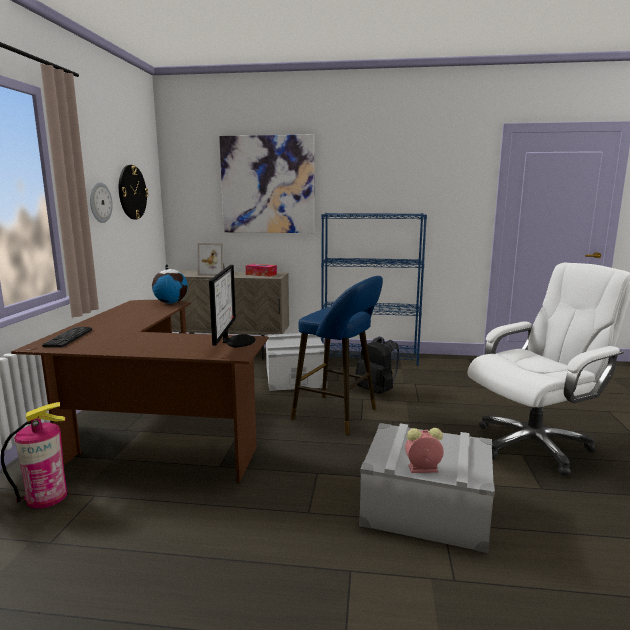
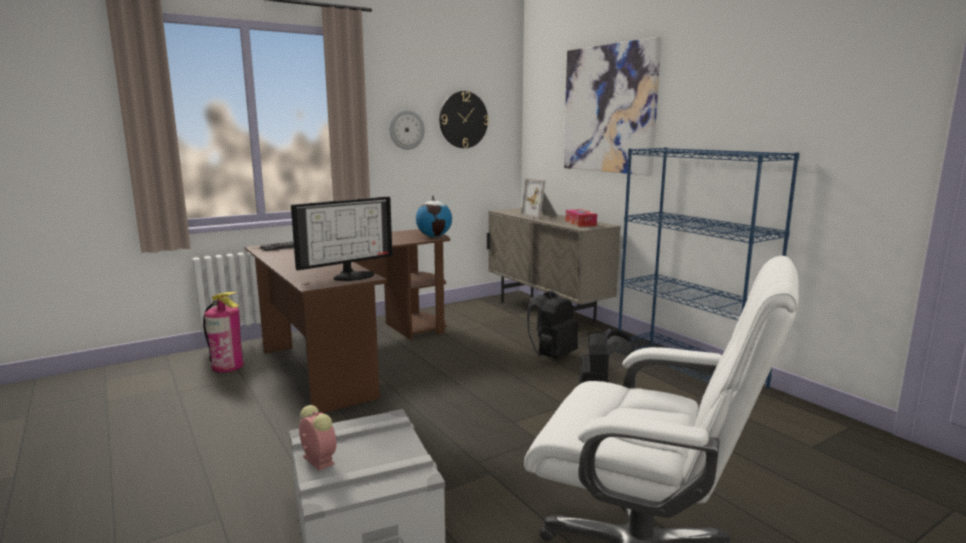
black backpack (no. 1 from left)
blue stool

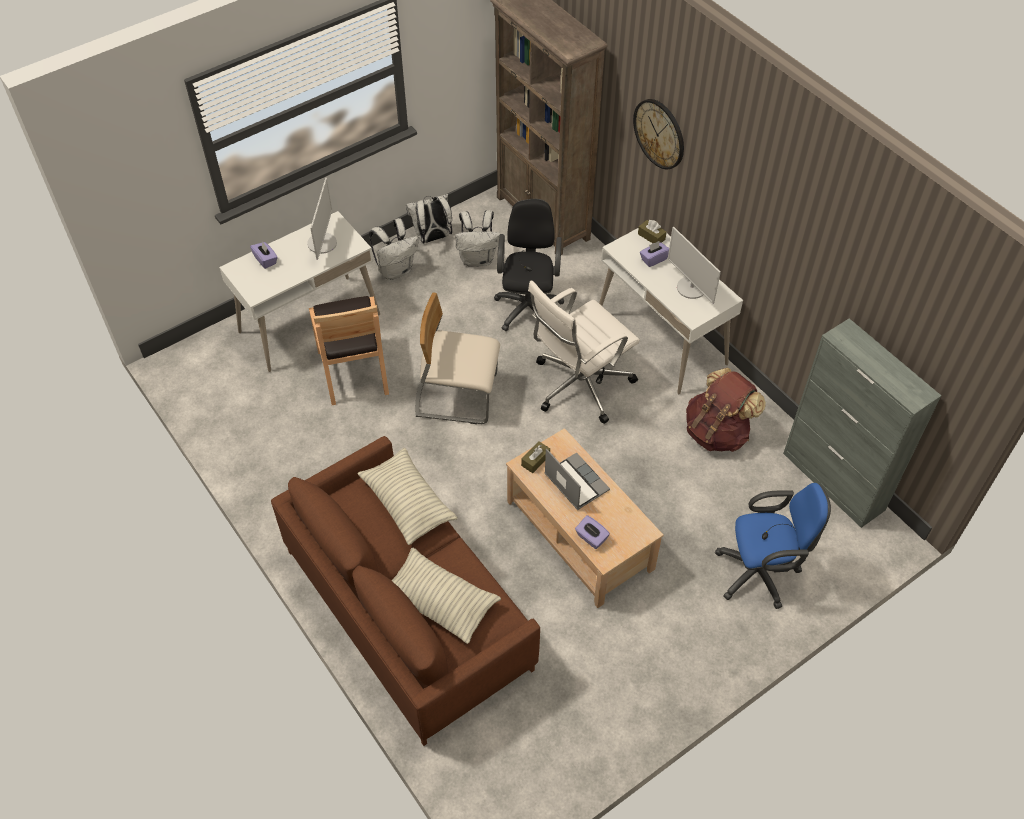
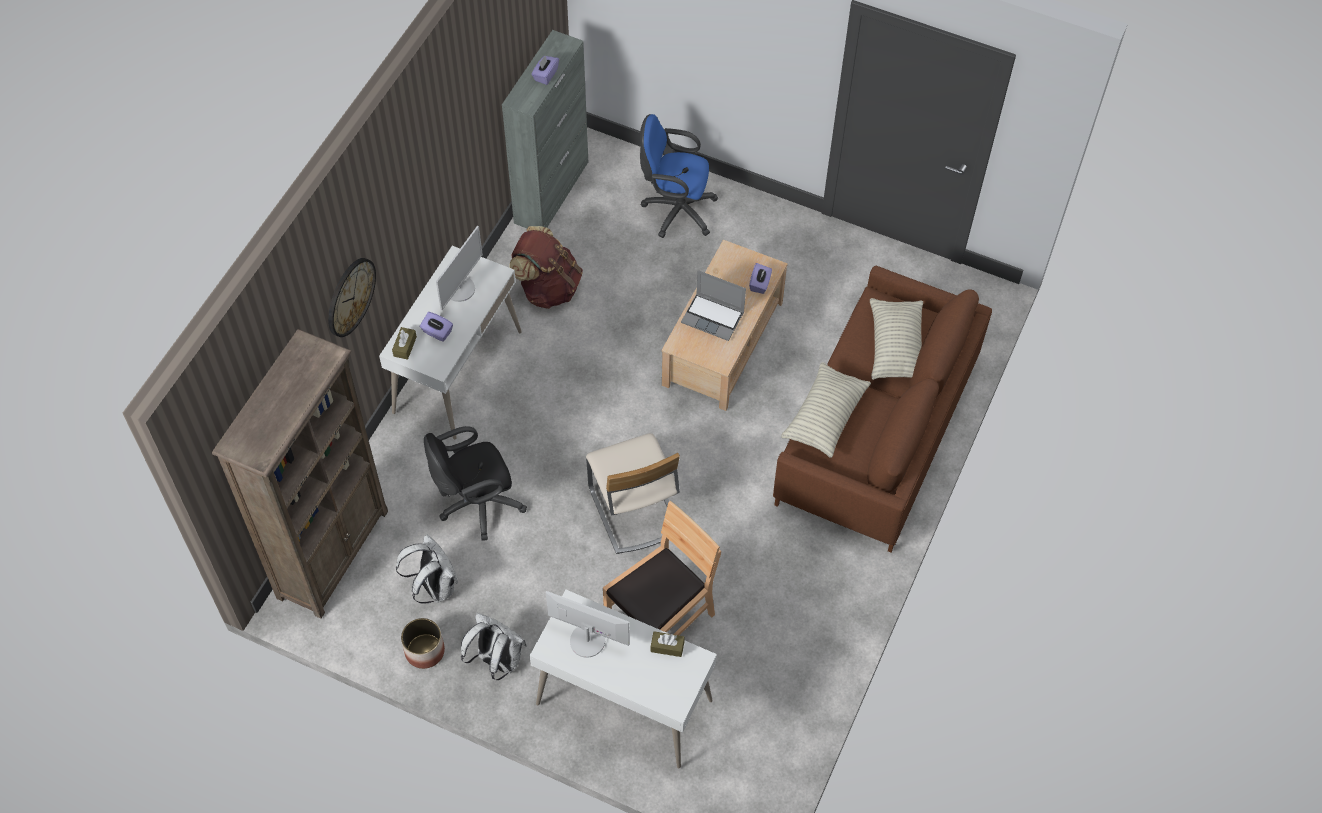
purple tissue box (no. 2 from left)
monitor (no. 2 from left)
planter
brown tissue box (no. 2 from left)
white office chair
laptop
blue office chair

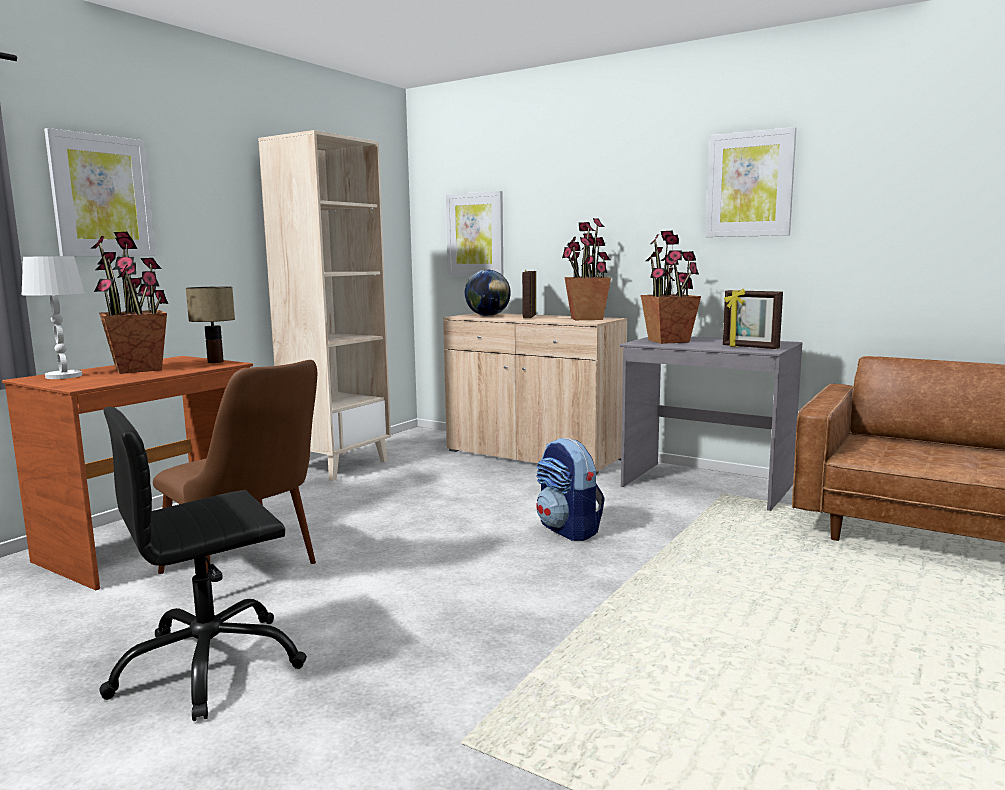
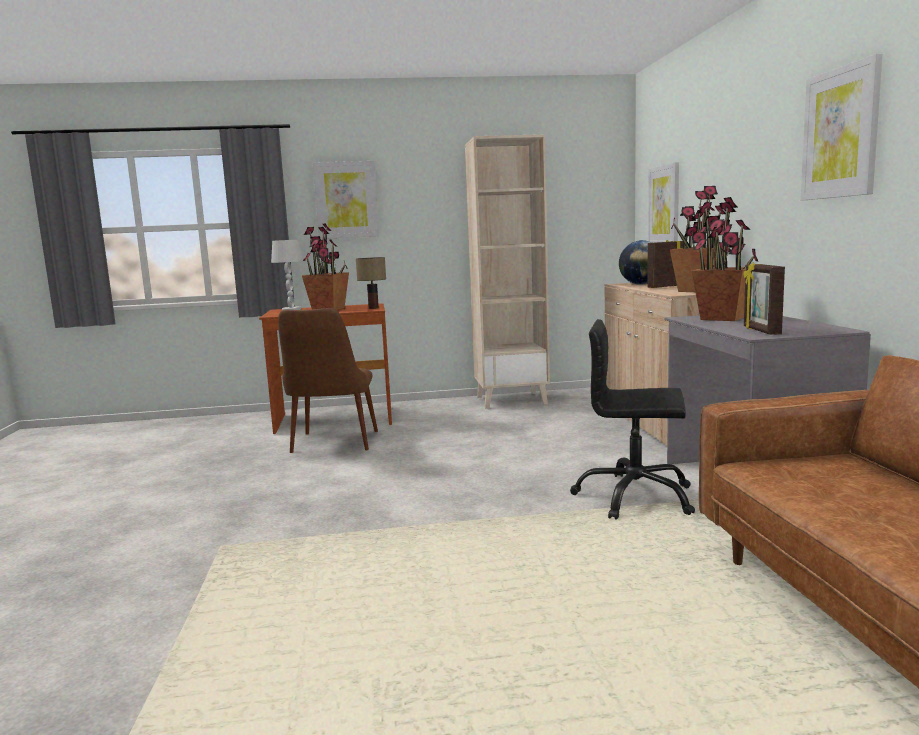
black office chair
backpack

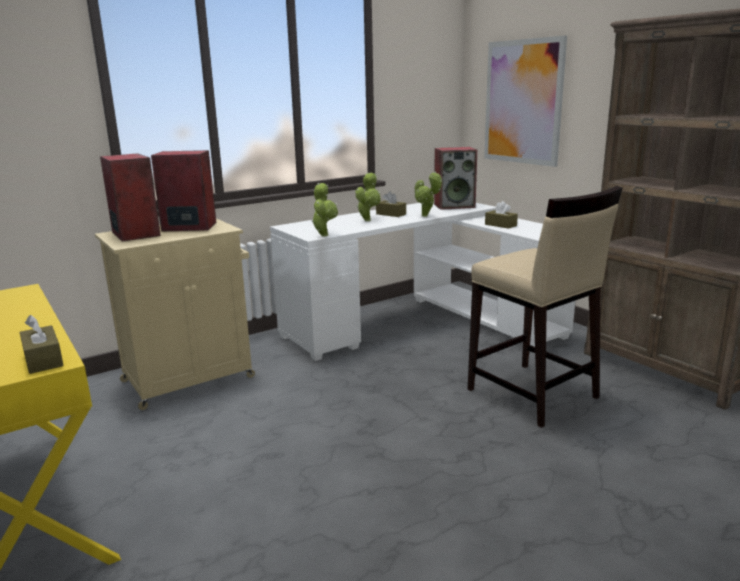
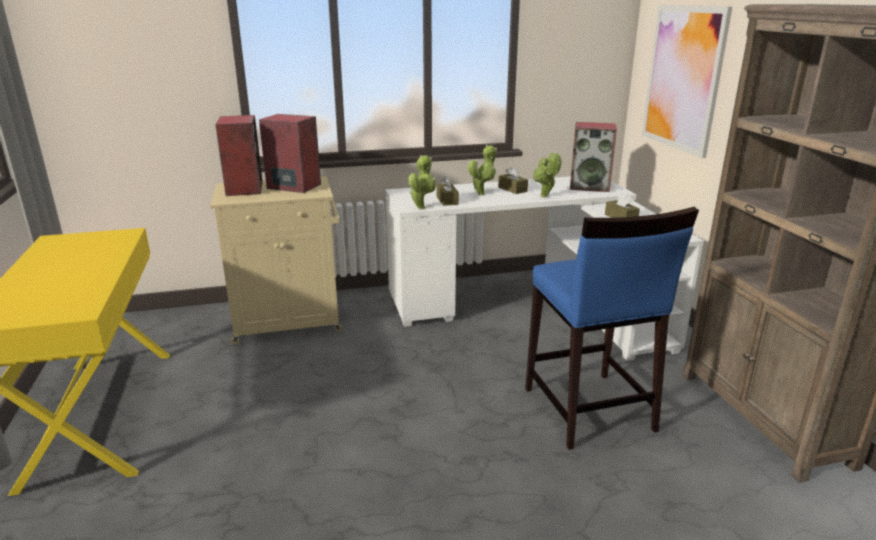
brown tissue box (no. 1 from left)
blue stool

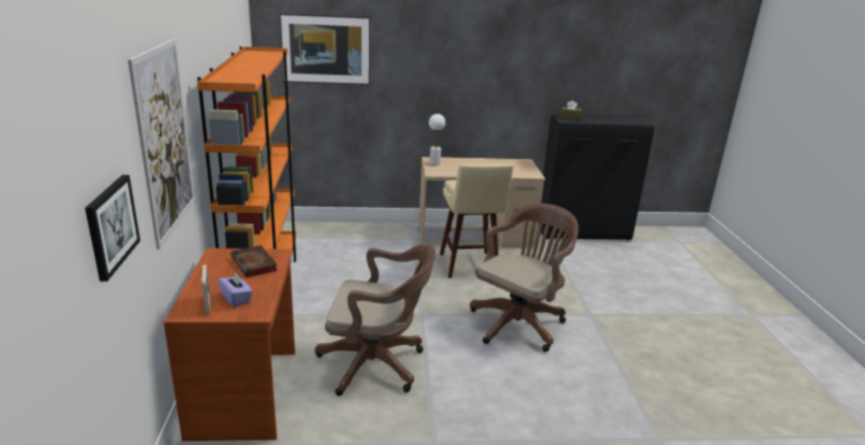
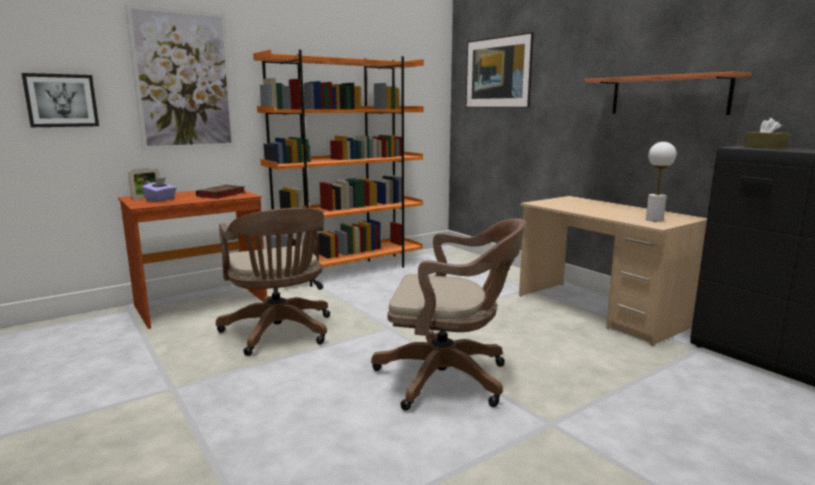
white table lamp
beige stool
shelf

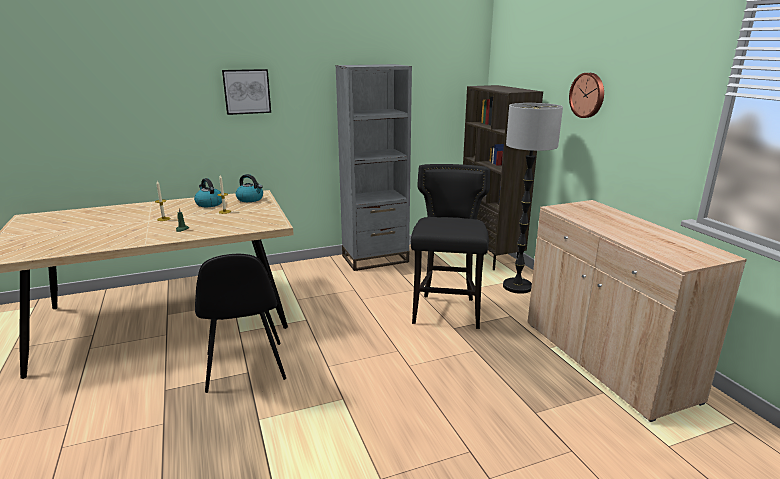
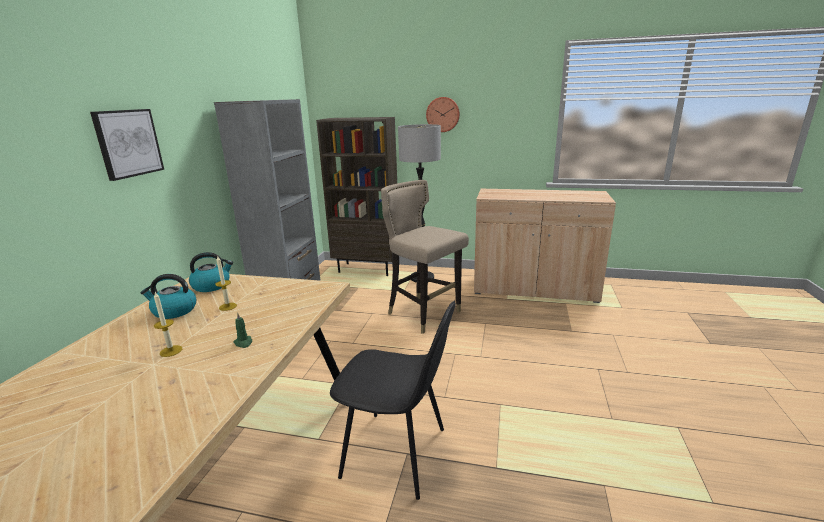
beige stool

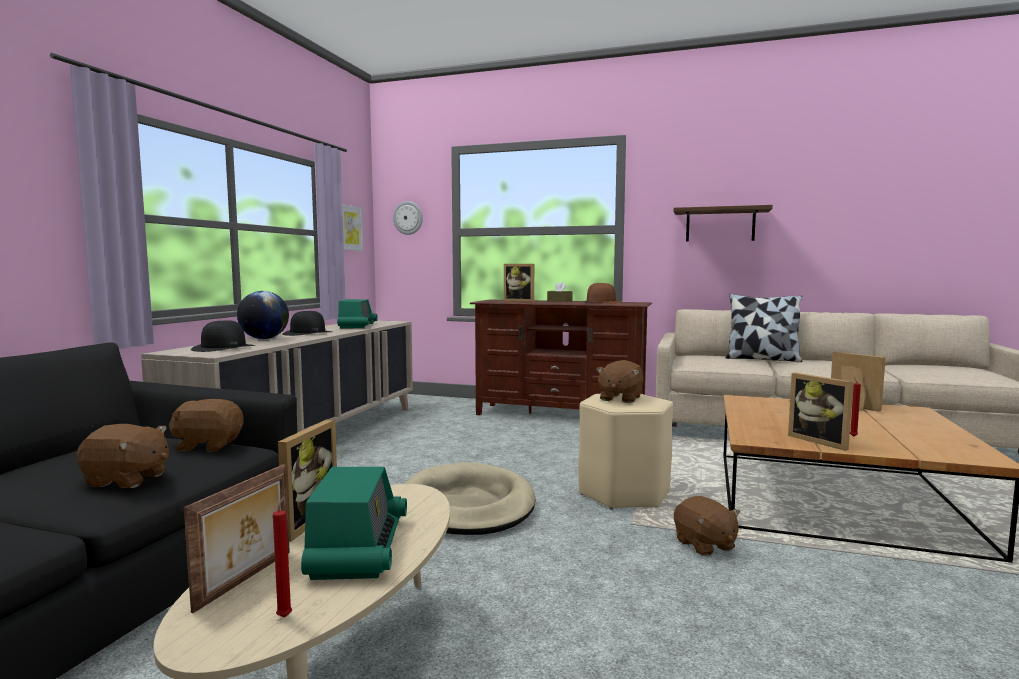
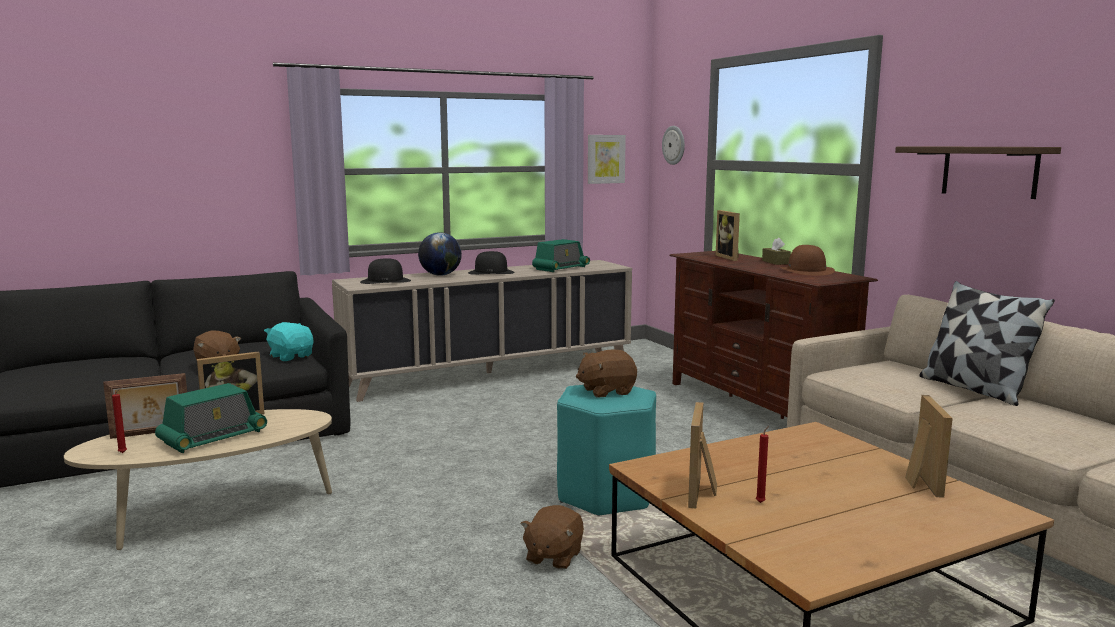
turquoise plush toy
beige dog bed
turquoise stool

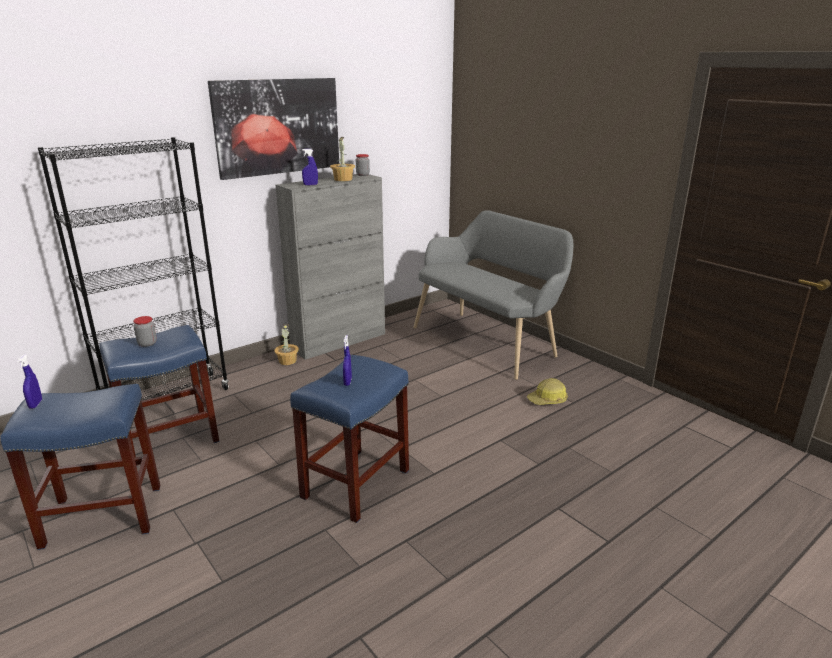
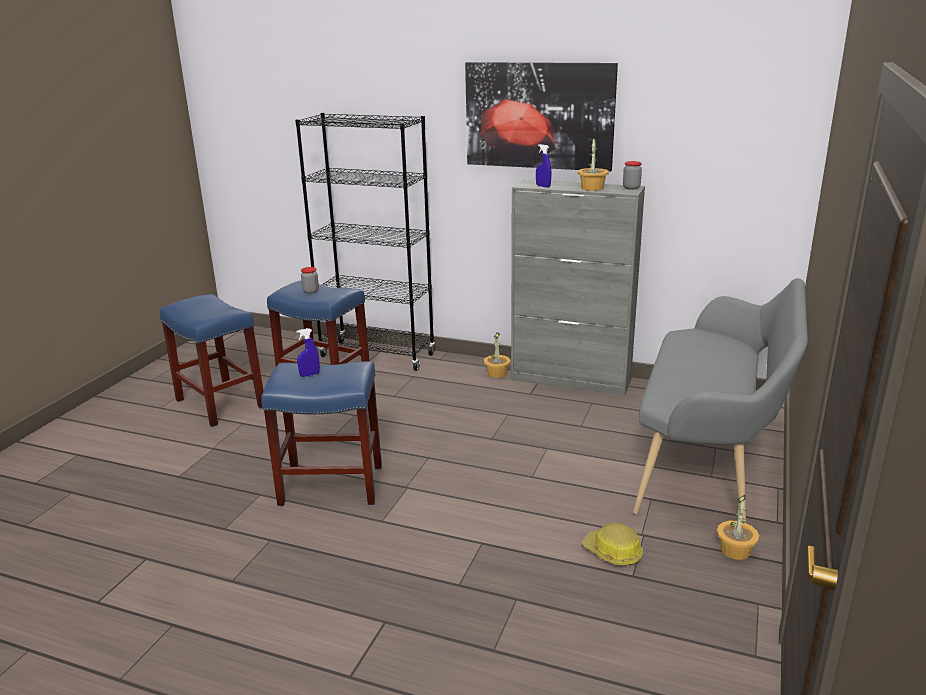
blue spray bottle (no. 1 from left in the first image)
potted plant (no. 3 from left)

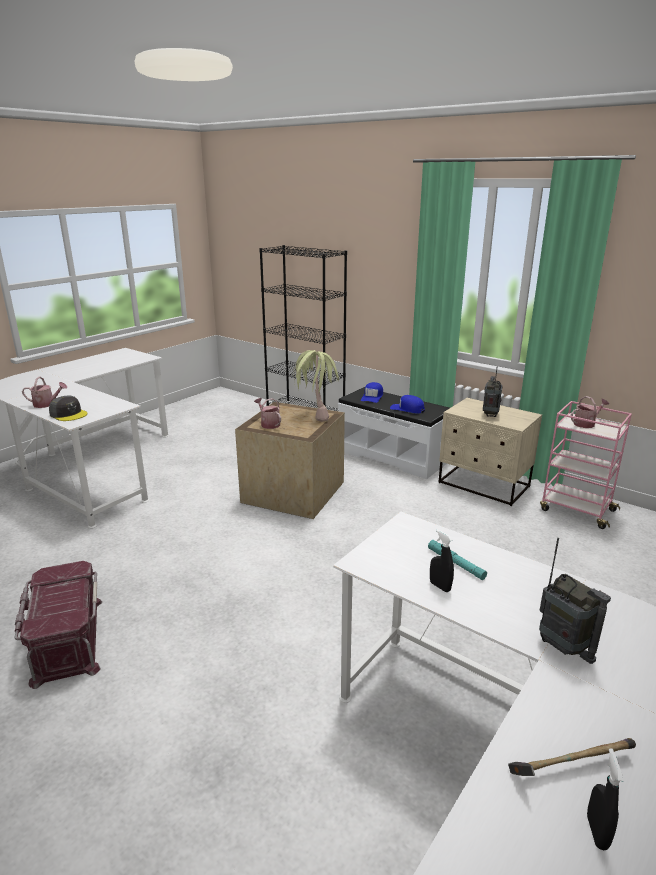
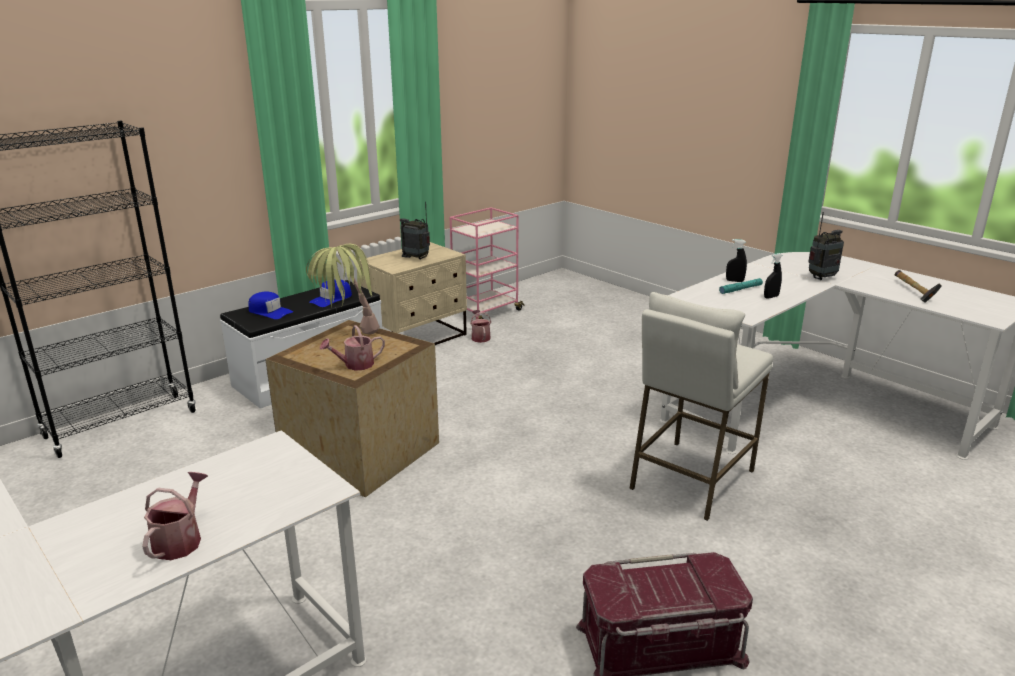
grey cap
watering can (no. 3 from left)
black spray bottle (no. 1 from left)
white stool

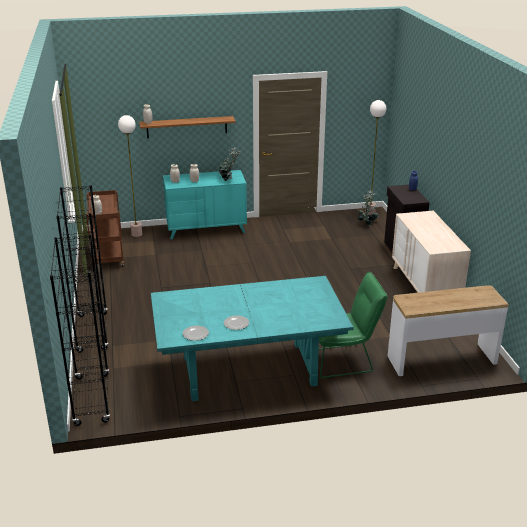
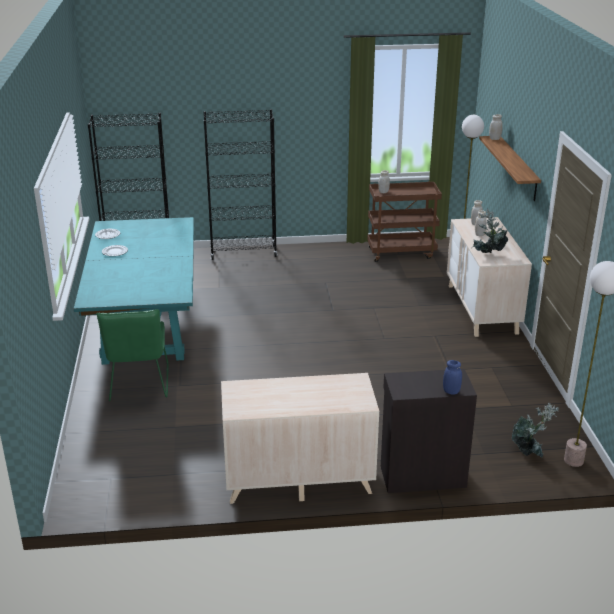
beige dresser (no. 2 from left)
console table

